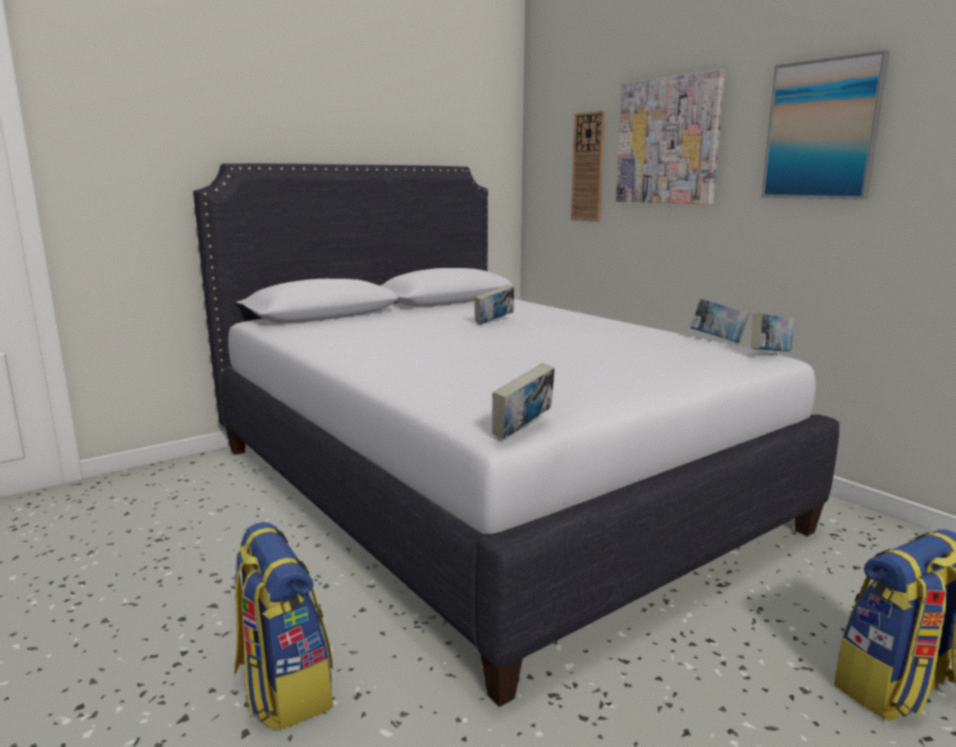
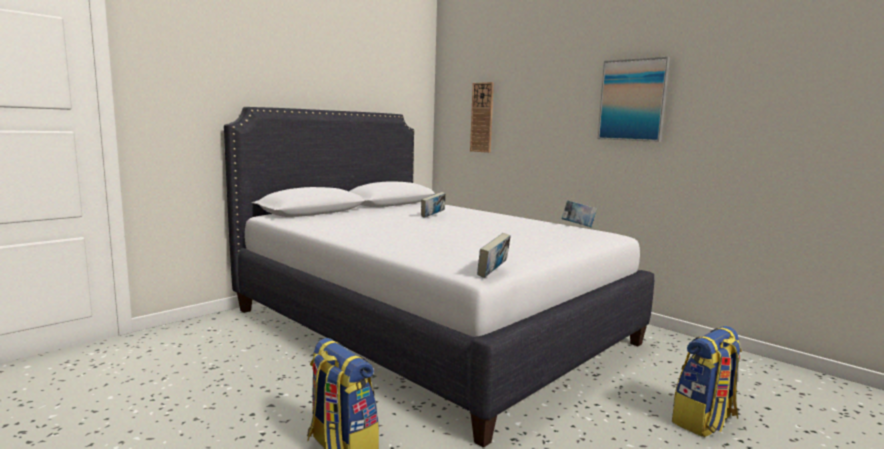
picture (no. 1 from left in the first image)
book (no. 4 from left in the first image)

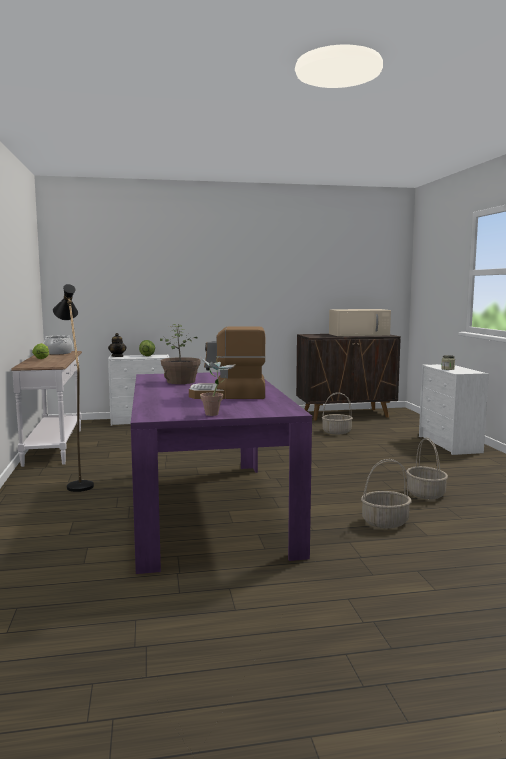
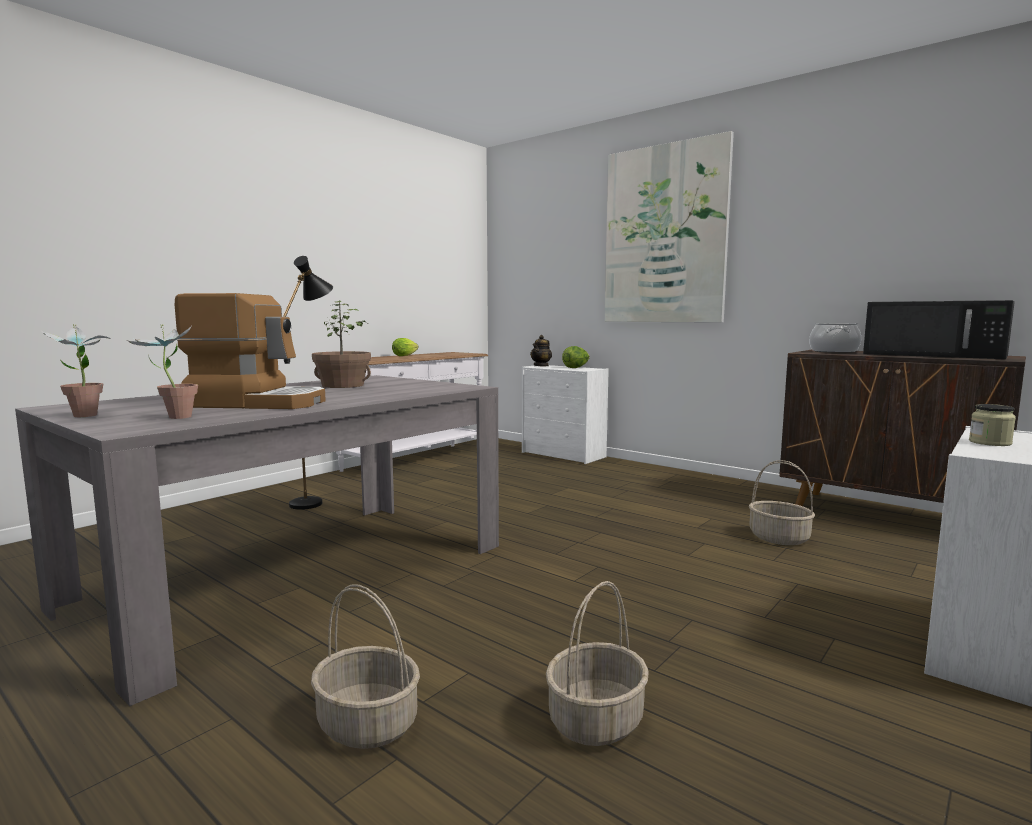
cooking pot
grey dining table
coffee machine
black microwave
potted plant (no. 2 from left)
picture

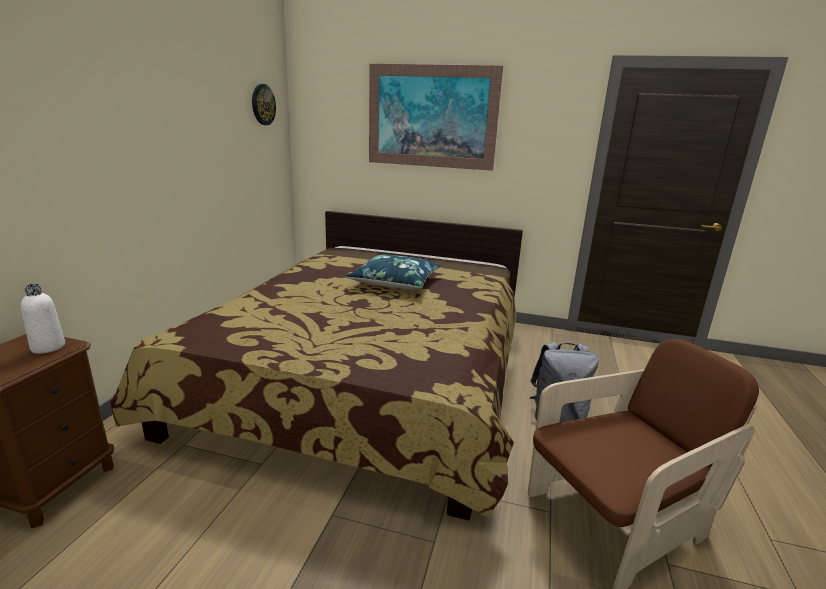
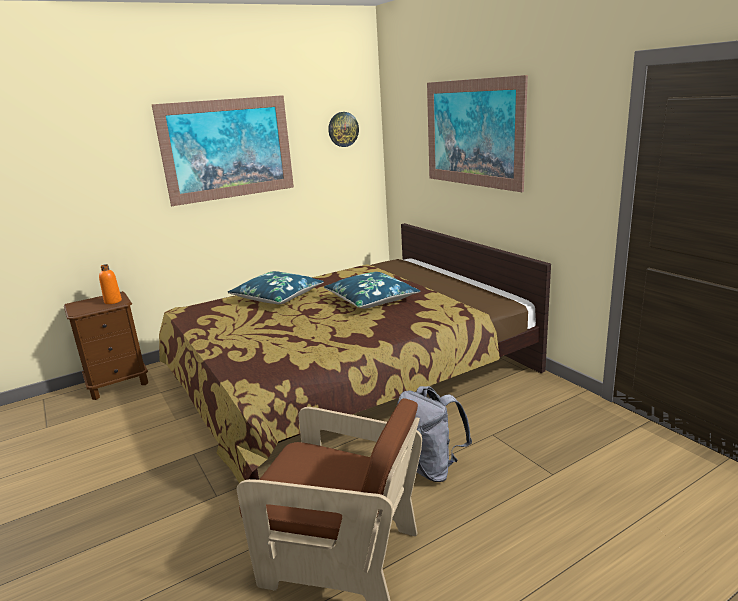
orange bottle
picture (no. 1 from left)
blue pillow (no. 1 from left)

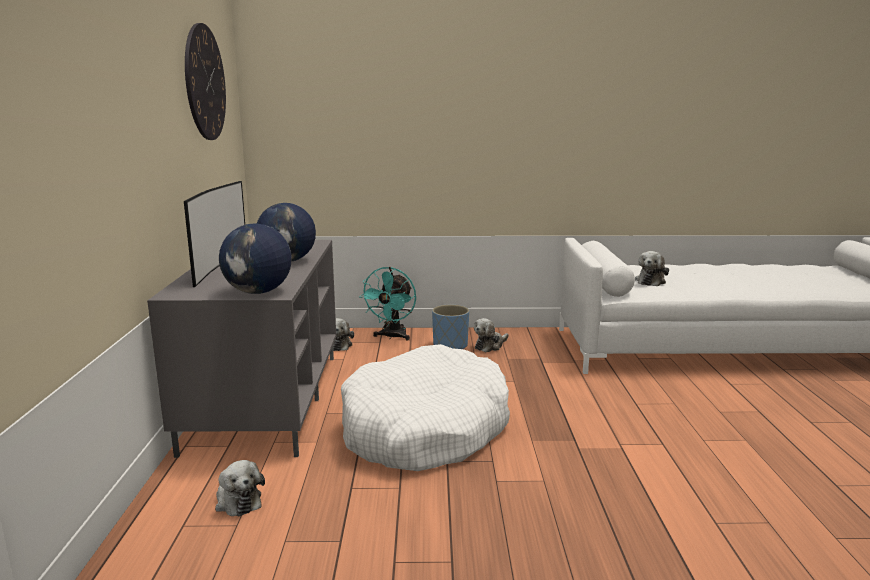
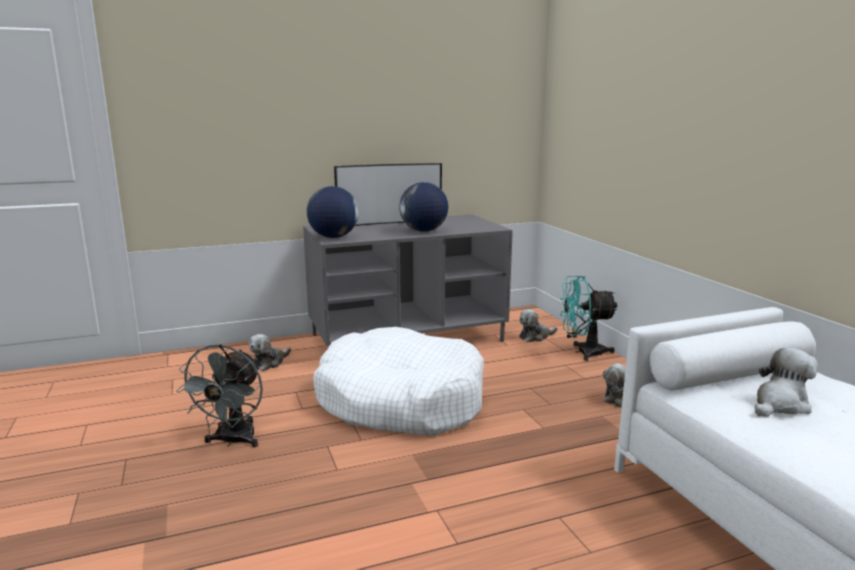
wall clock
blue planter
plush toy (no. 4 from left)
grey fan

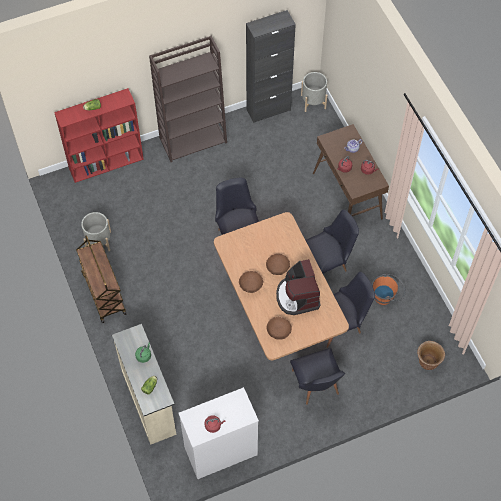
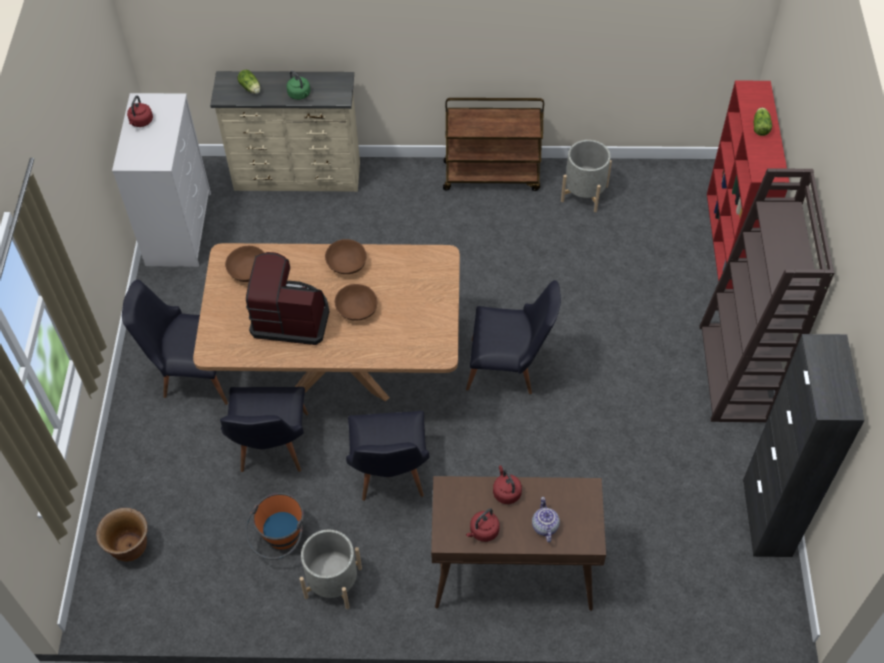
grey planter (no. 1 from left)

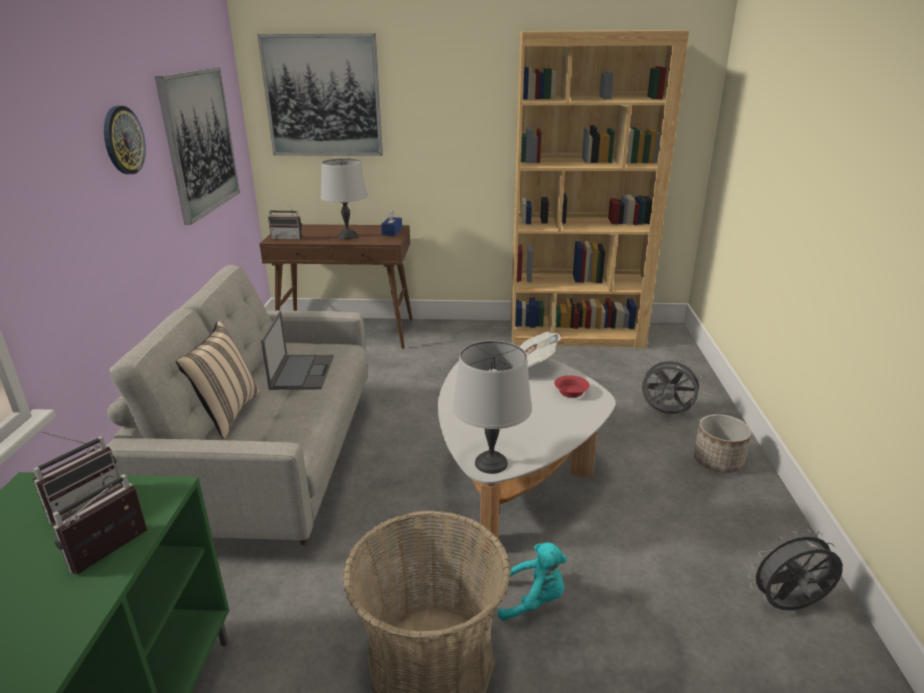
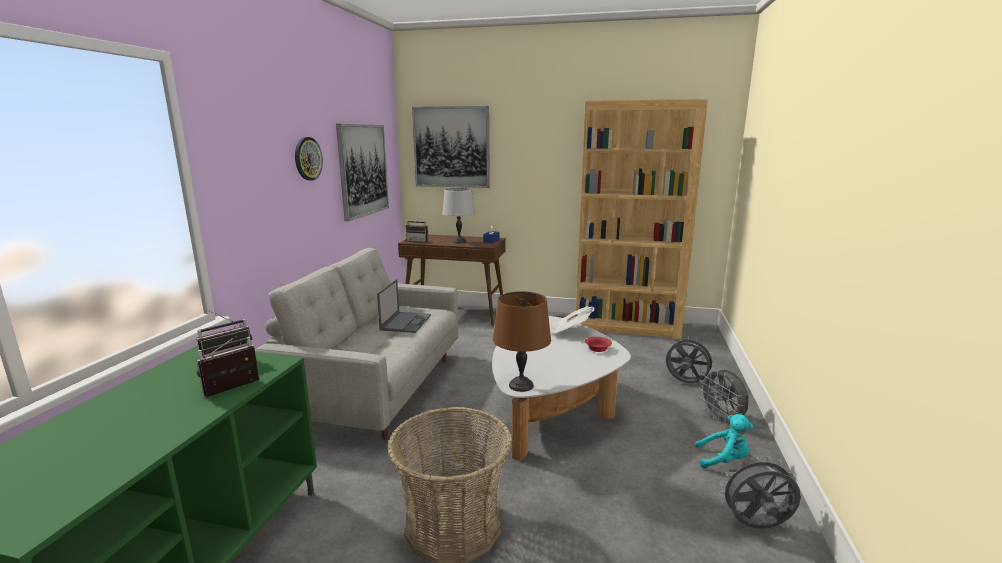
beige pillow
brown table lamp
turquoise plush toy
grey fan (no. 2 from left)

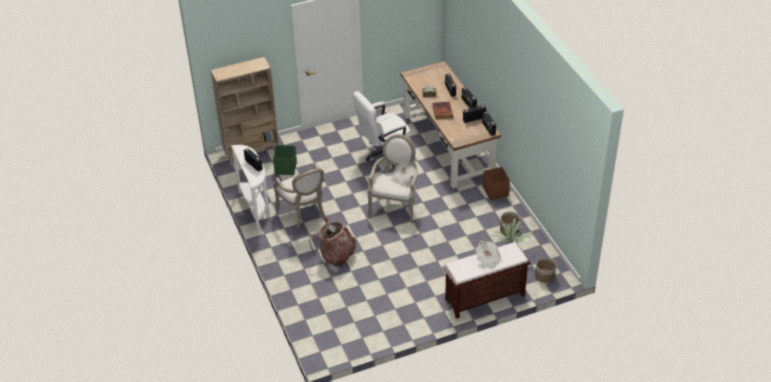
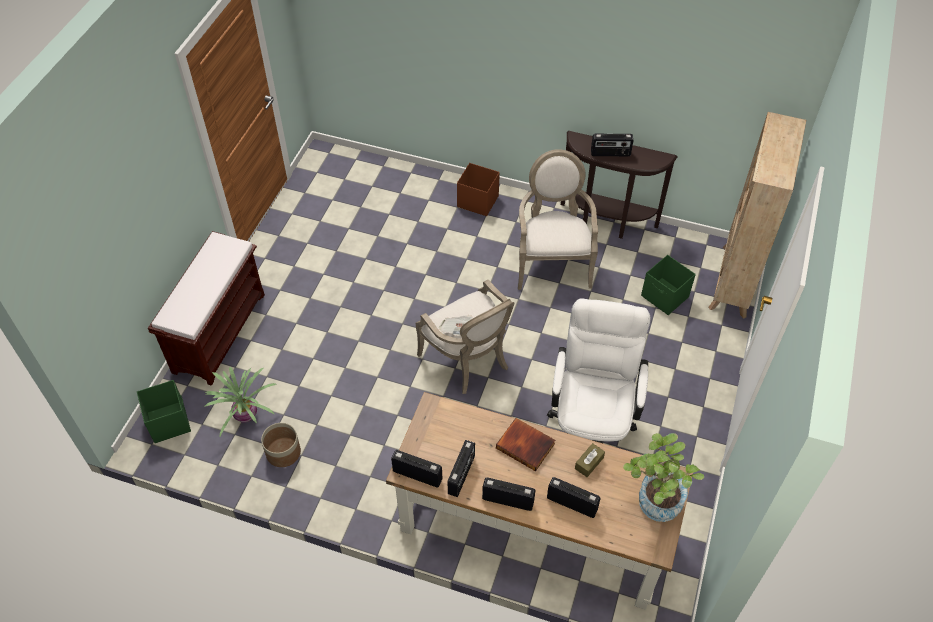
brown console table
armchair (no. 2 from left)
backpack
newspaper (no. 2 from left in the first image)
brown storage box
green storage box (no. 1 from left)
potted plant (no. 2 from left)

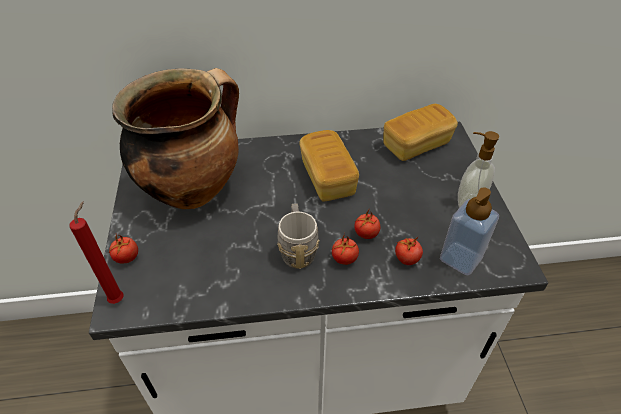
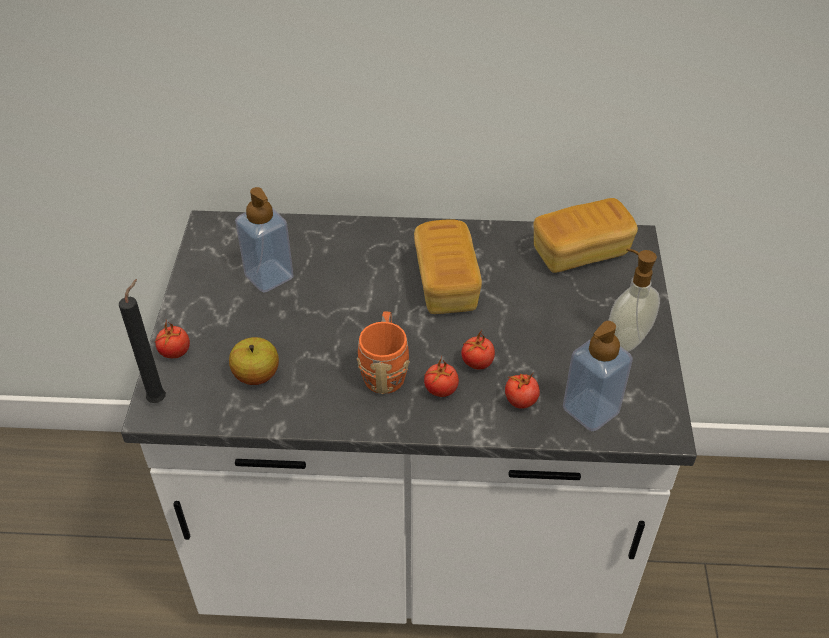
black candle
soap dispenser (no. 1 from left)
orange mug
apple

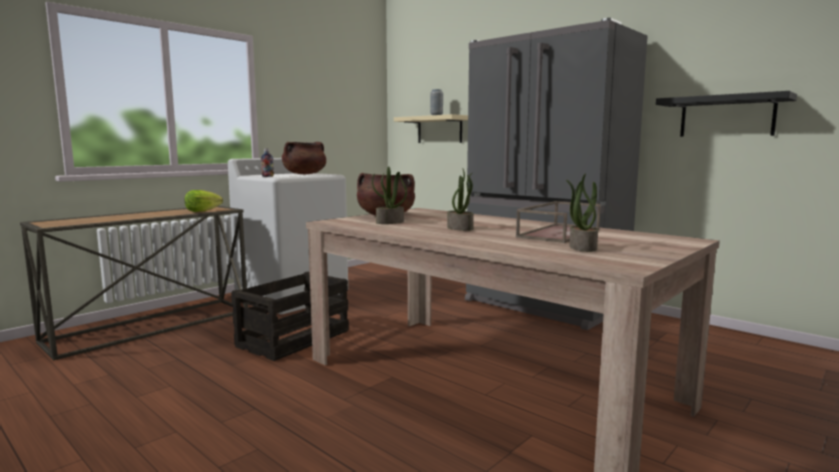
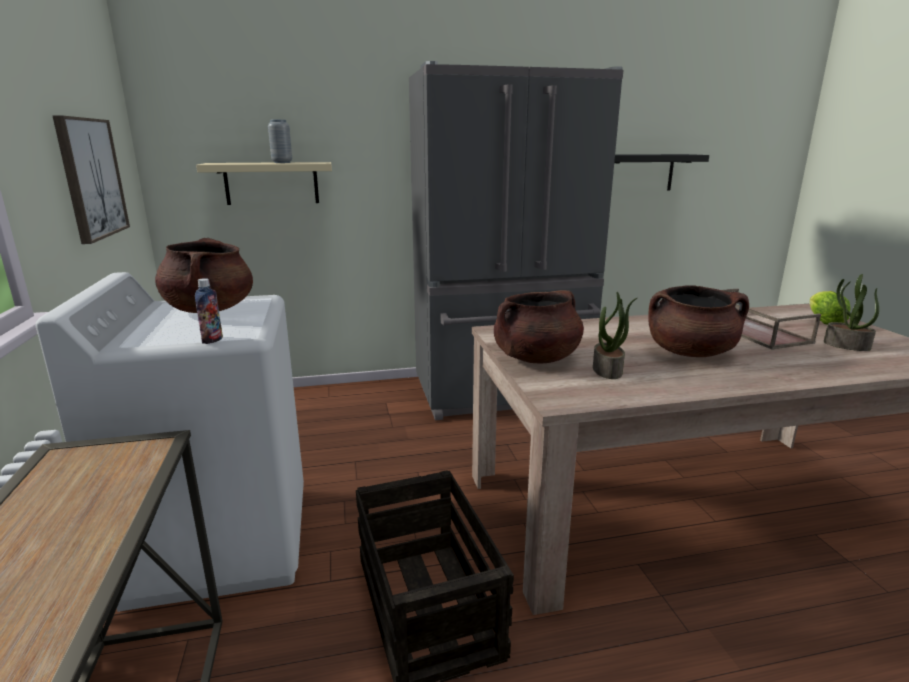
lettuce
brown cooking pot (no. 3 from left)
picture

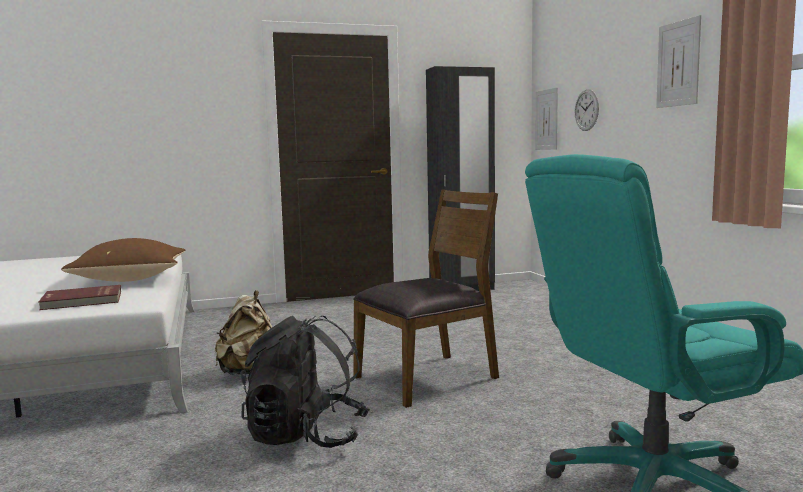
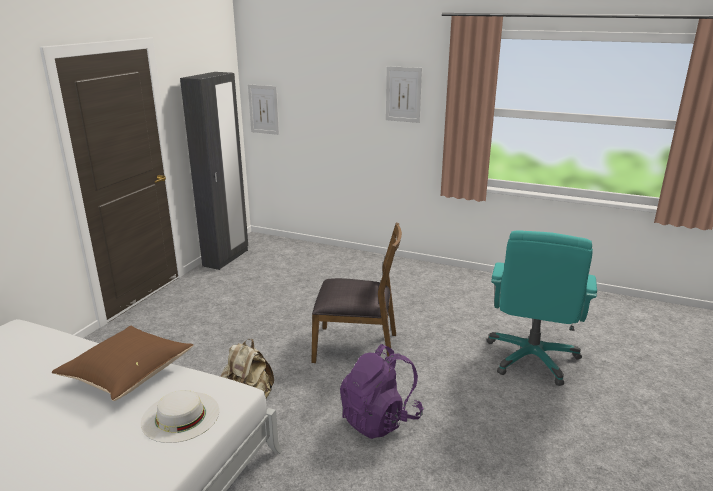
white hat
purple backpack
brown chair
wall clock

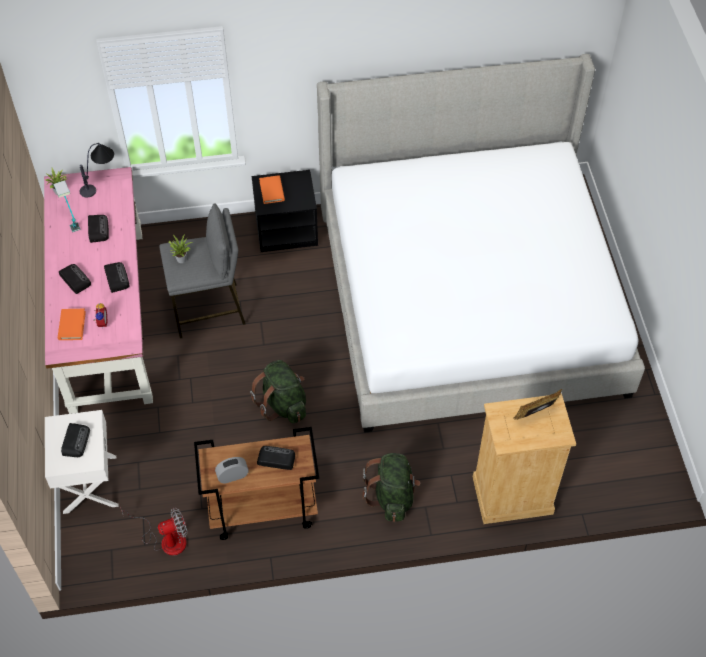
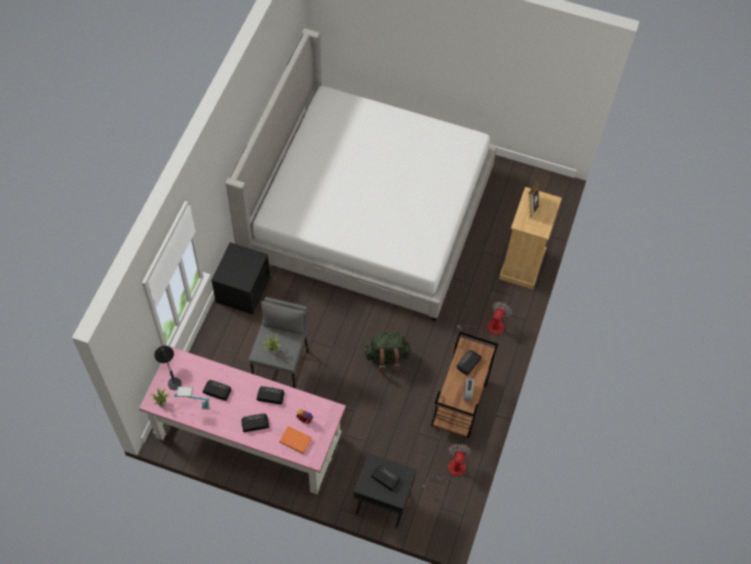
black nightstand (no. 2 from left)
orange book (no. 2 from left in the first image)
fan (no. 2 from left)

